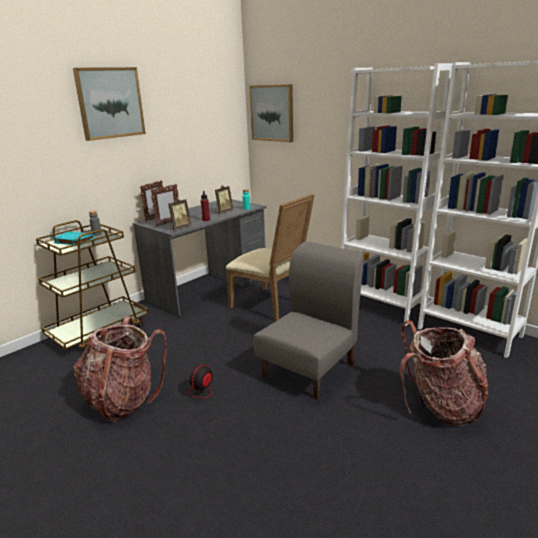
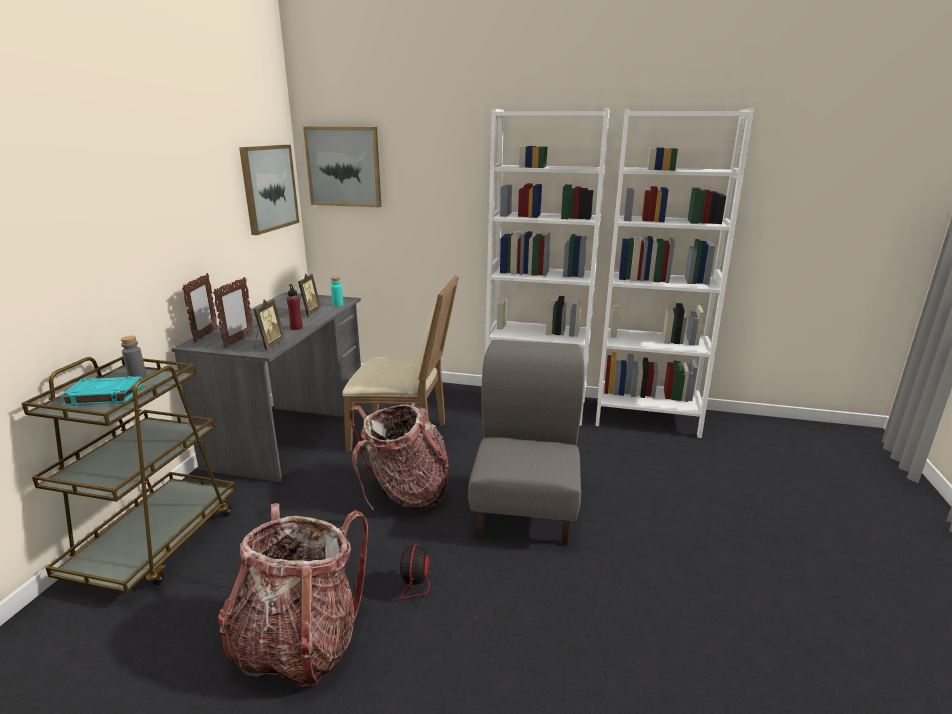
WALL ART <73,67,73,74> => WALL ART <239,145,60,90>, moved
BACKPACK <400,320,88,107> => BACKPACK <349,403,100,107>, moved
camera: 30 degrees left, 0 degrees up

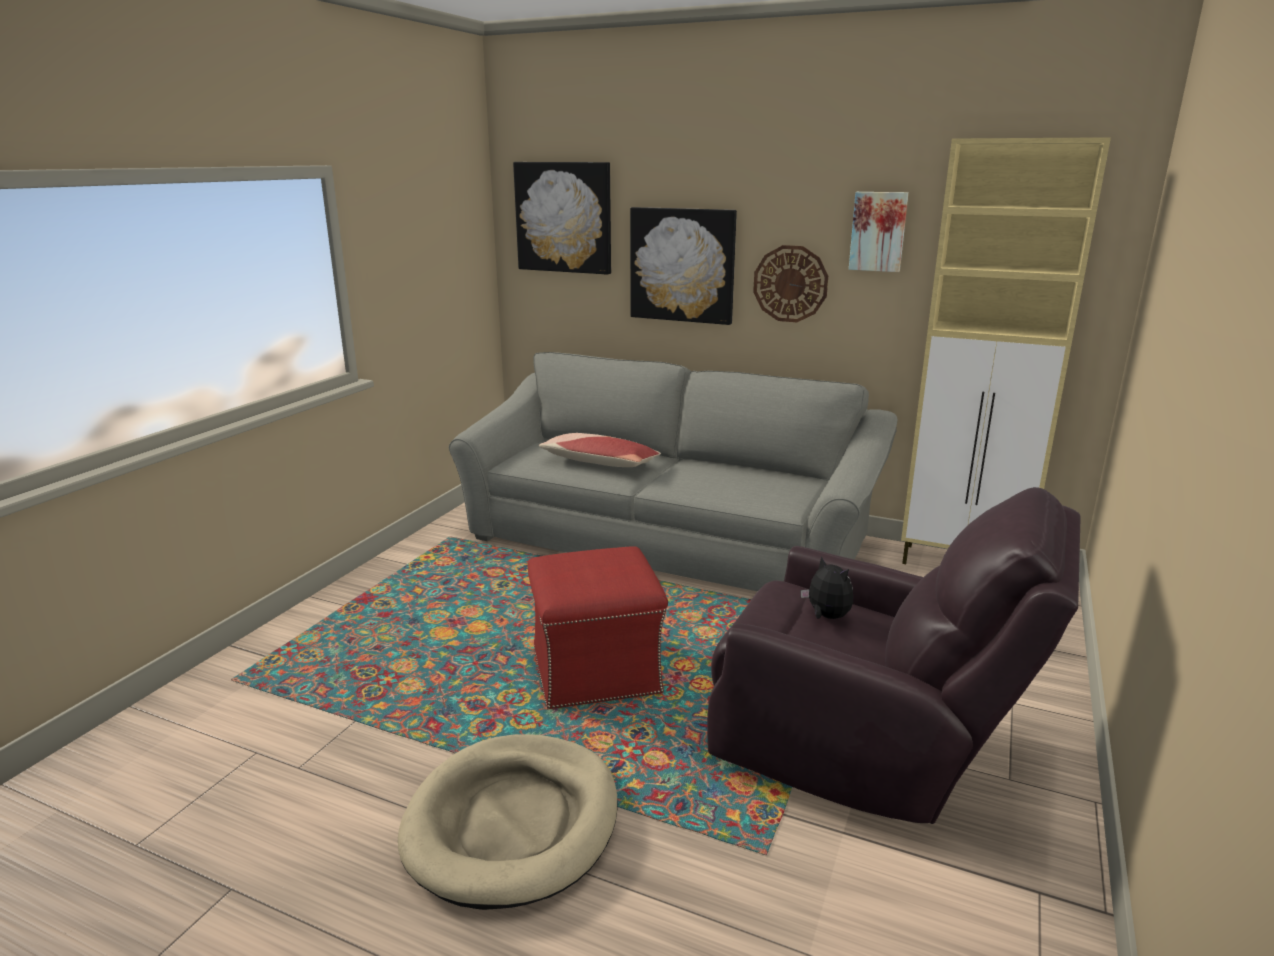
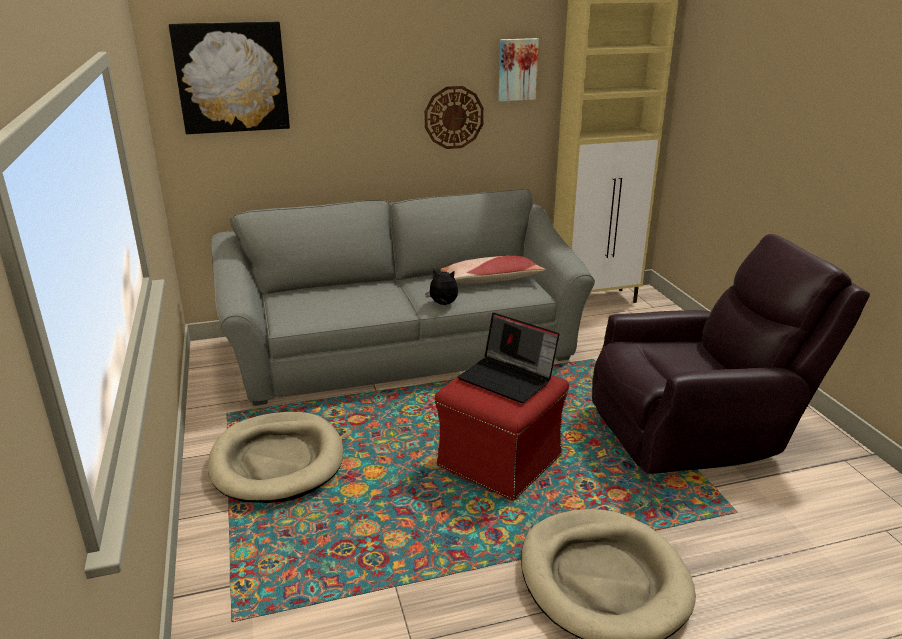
THROW PILLOW <539,433,122,34> => THROW PILLOW <440,256,105,27>, moved
WALL ART <630,207,107,118> => nothing
SOFT TOY <801,556,52,63> => SOFT TOY <425,269,33,36>, moved
nothing => SAND-COLOURED DOG BED <208,412,135,91>
nothing => NOTEBOOK COMPUTER <458,313,101,90>
camera: 40 degrees left, 5 degrees up

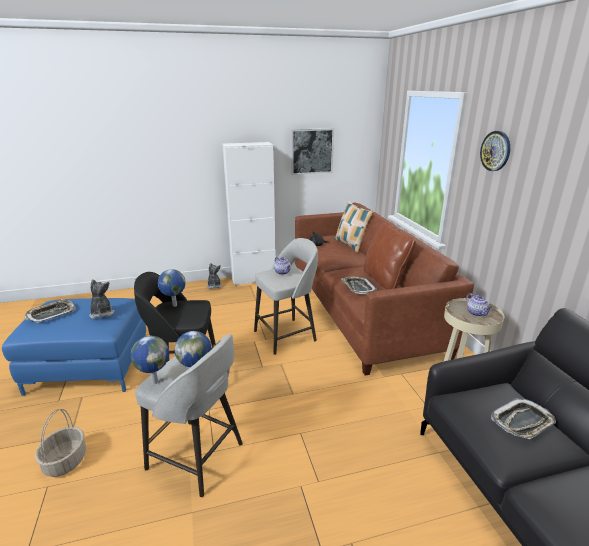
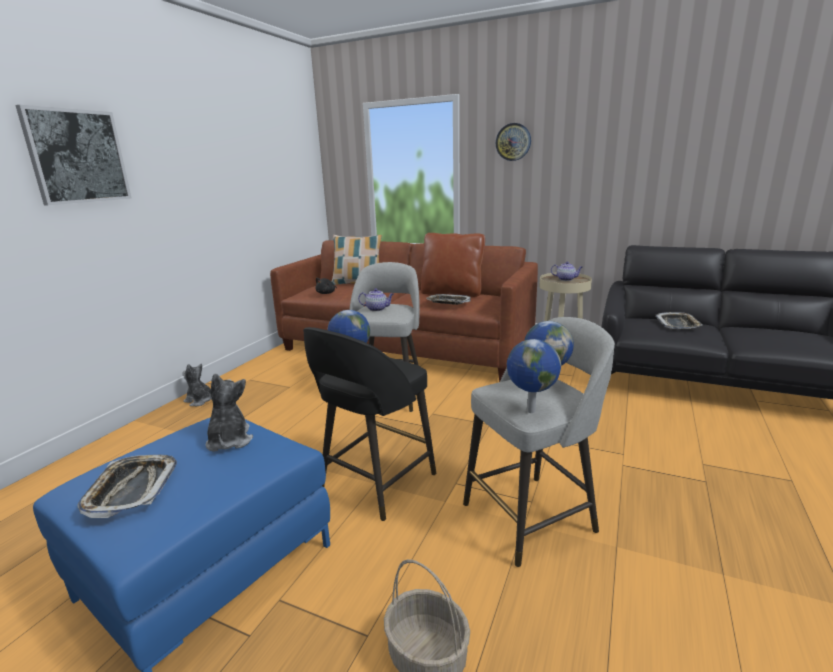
SOFT TOY <89,279,26,40> => SOFT TOY <206,373,47,79>, 60 degrees clockwise
WHITE STORAGE CABINET <222,142,54,144> => nothing
WALL ART <291,128,43,47> => WALL ART <15,105,117,100>, moved
camera: 50 degrees left, 5 degrees down

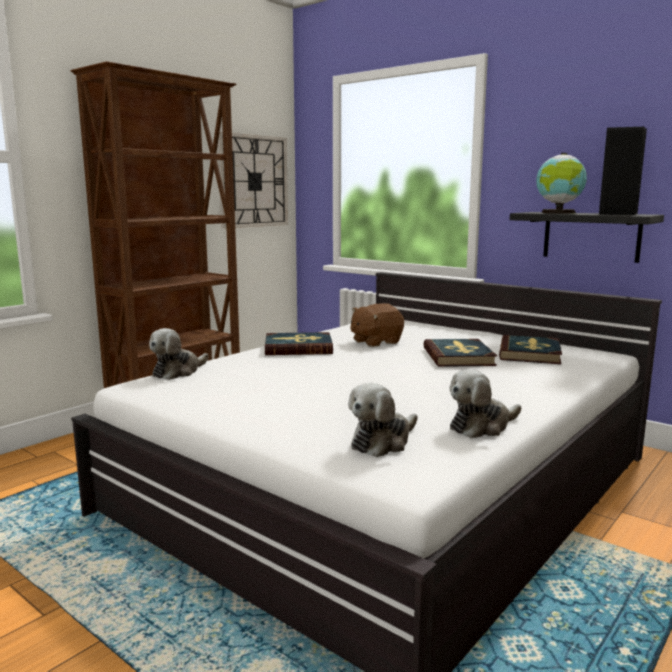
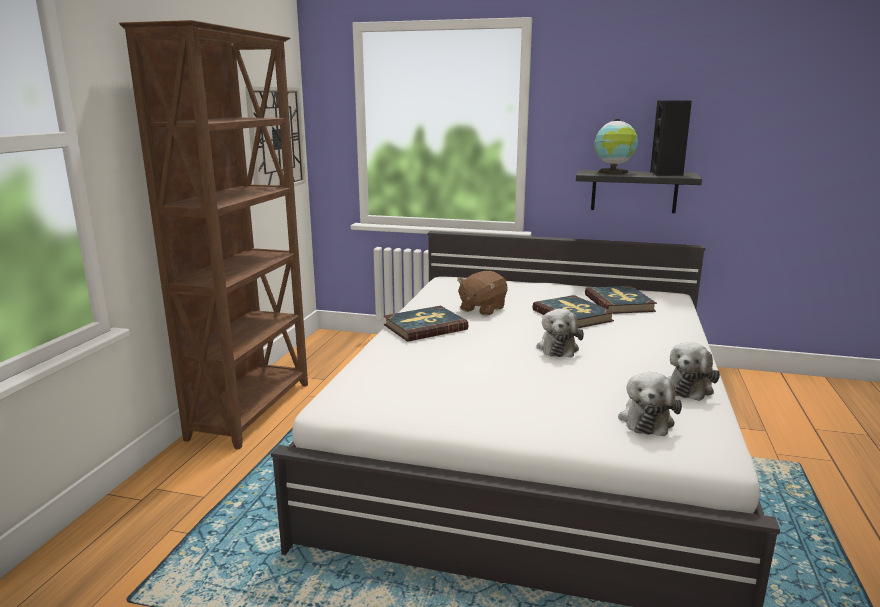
SOFT TOY <149,328,60,52> => SOFT TOY <536,309,48,48>, moved
camera: 25 degrees left, 5 degrees up

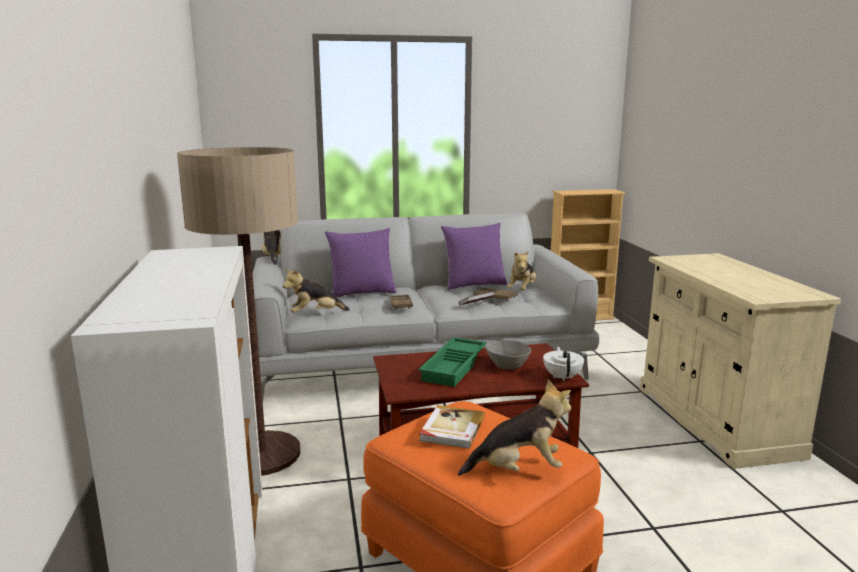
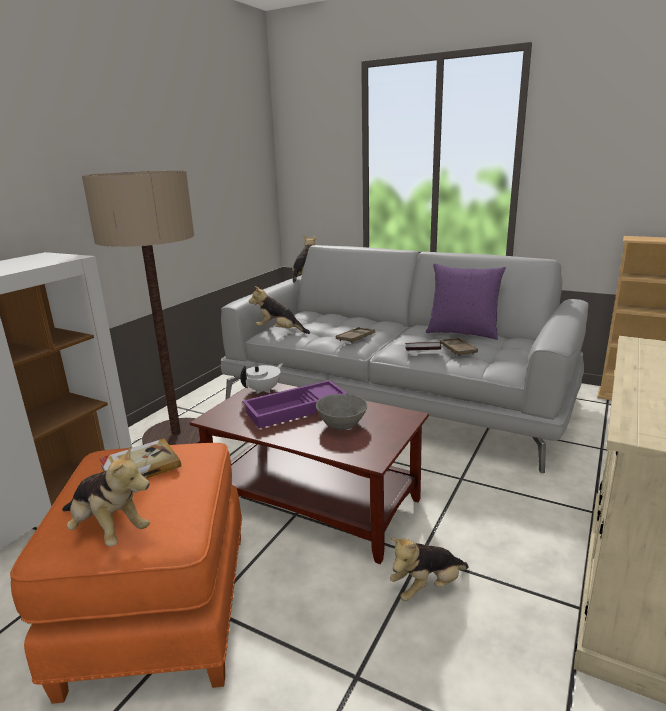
PURPLE THROW PILLOW <325,228,72,69> => nothing
GREENISH CARRYING TRAY <418,337,69,50> => PURPLE CARRYING TRAY <243,380,105,48>
SOFT TOY <507,250,29,40> => SOFT TOY <390,538,79,63>, moved
WHITE TEA POT <543,347,41,35> => WHITE TEA POT <240,363,43,31>, moved
camera: 40 degrees right, 5 degrees up

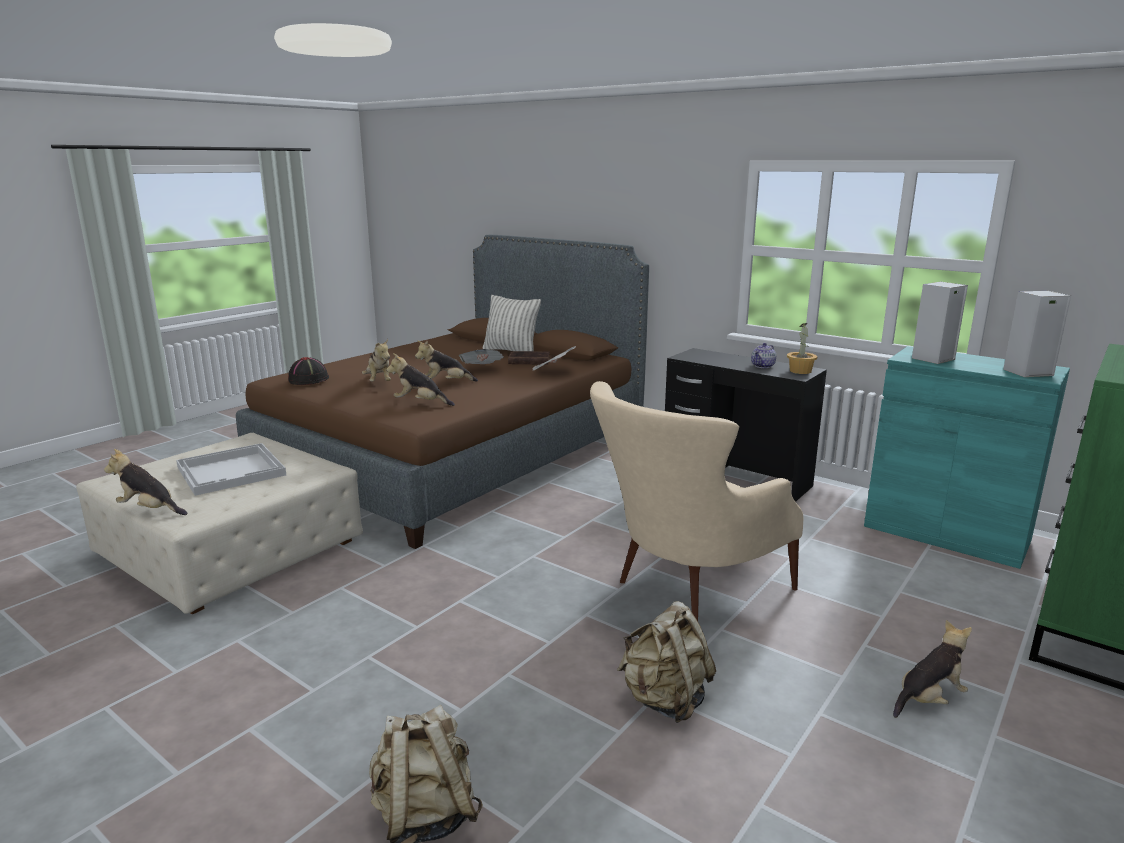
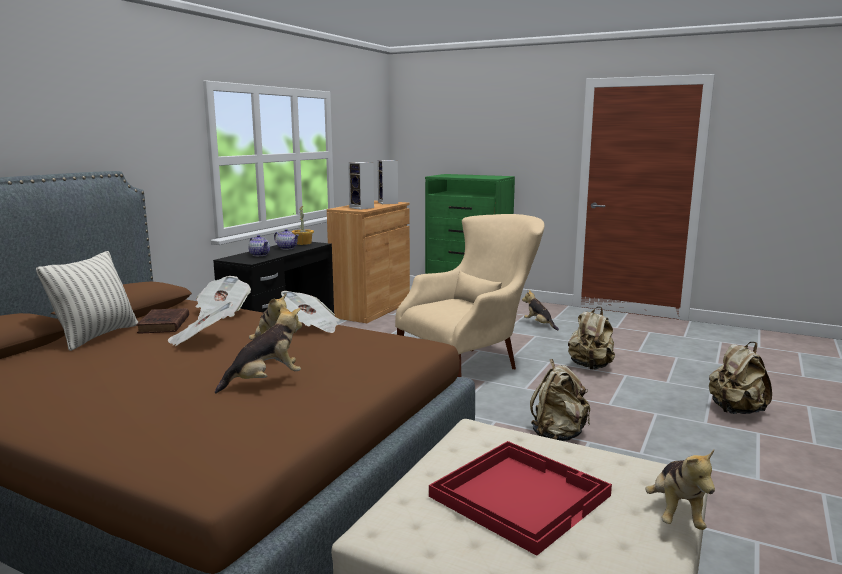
WHITE CARRYING TRAY <176,443,110,53> => REDDISH CARRYING TRAY <429,441,183,115>
BLACK WEARABLE HAT <288,357,41,28> => nothing
SOFT TOY <386,353,69,53> => nothing
SAND-COLOURED EASY CHAIR <590,381,213,240> => SAND-COLOURED EASY CHAIR <395,214,150,163>, 75 degrees counterclockwise
TURQUOISE STORAGE CABINET <864,346,206,223> => BROWN-COLOURED STORAGE CABINET <327,201,83,122>
nothing => TEA POT <248,235,22,21>
nothing => NEWSPAPER <281,291,59,42>
nothing => SAND-COLOURED BACKPACK <530,359,60,82>
camera: 100 degrees left, 5 degrees down

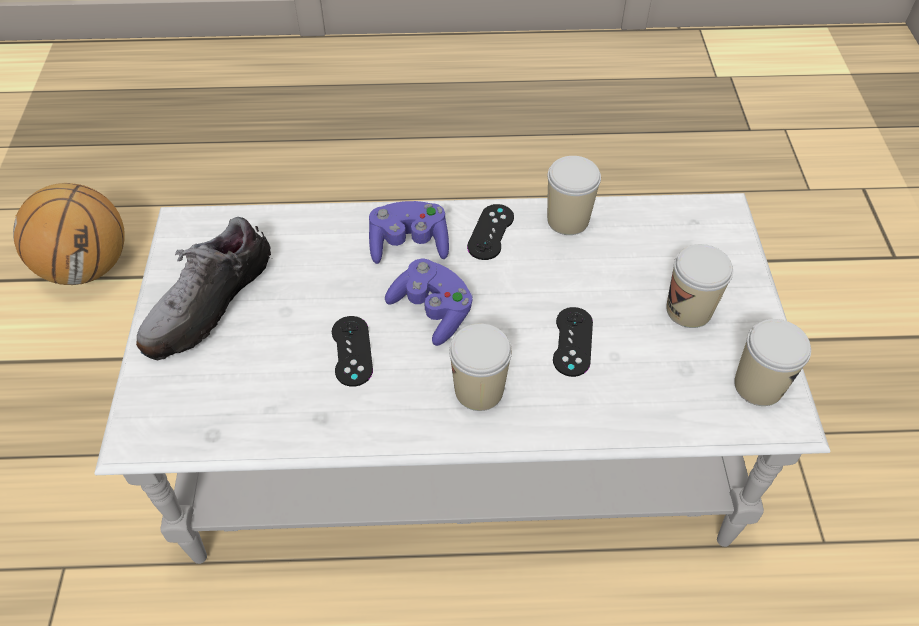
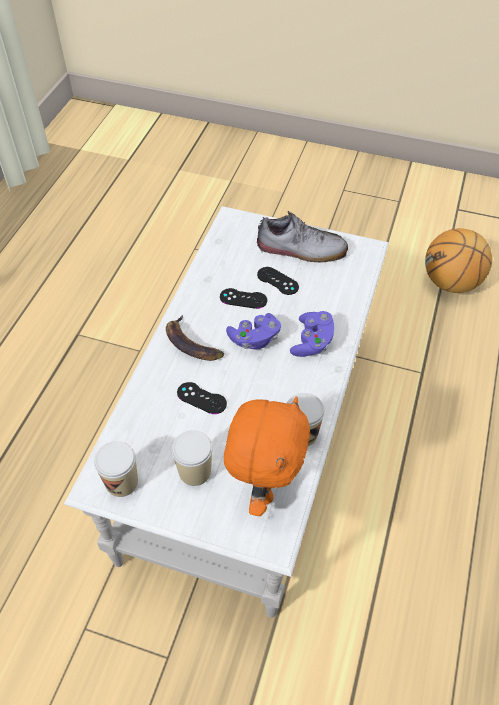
SHOE <136,217,137,143> => SHOE <257,210,91,52>, 135 degrees clockwise
CUP <449,323,63,88> => BANANA <166,315,58,46>
BLACK GAMEPAD <467,204,47,56> => BLACK GAMEPAD <257,267,42,28>, moved
nothing => ORANGE-COLOURED SOFT TOY <224,396,86,120>
camera: 110 degrees right, 0 degrees up

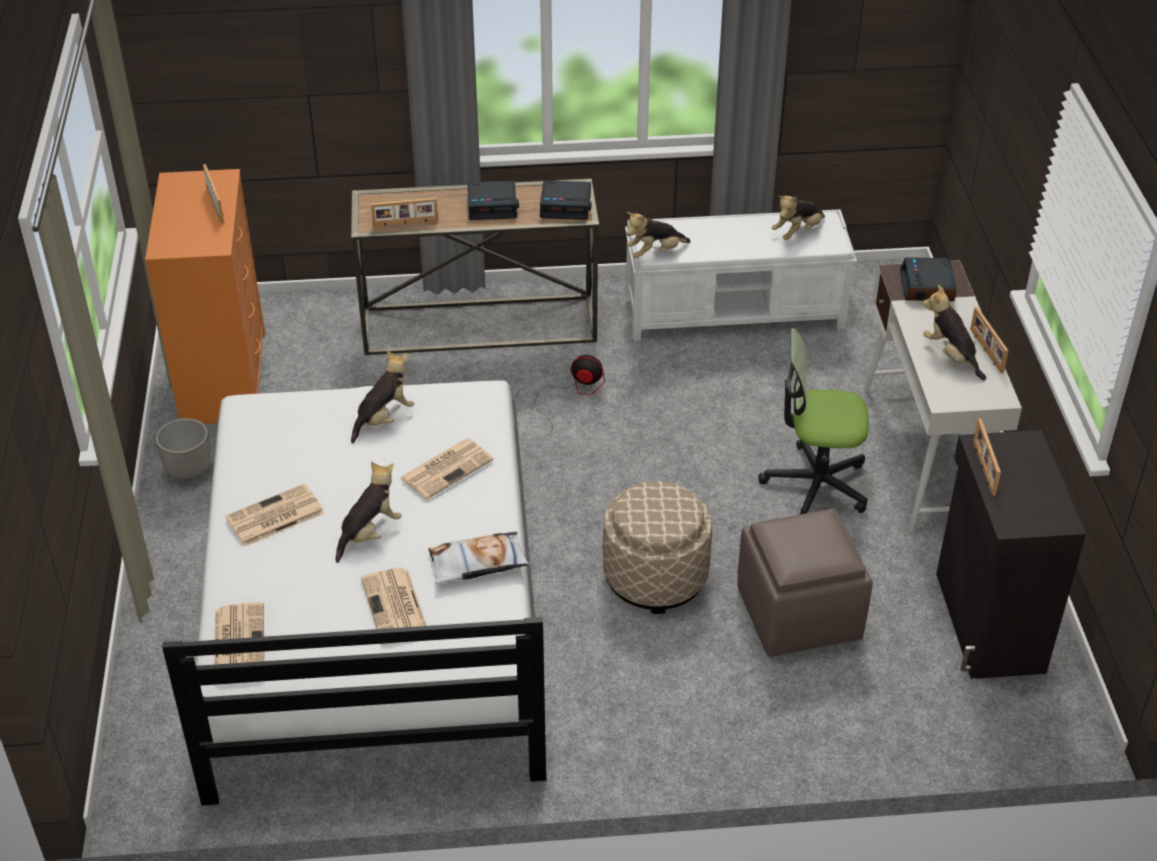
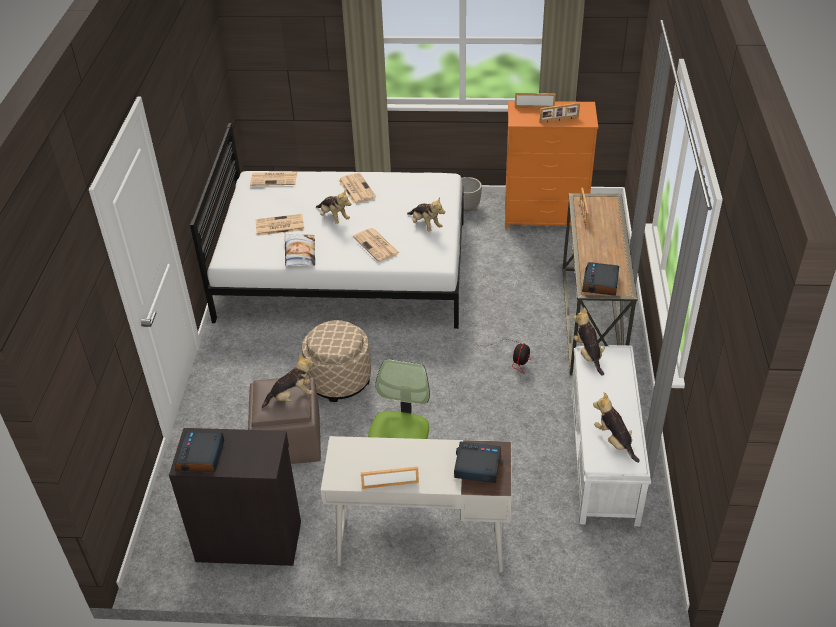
TABLE CLOCK <467,180,52,40> => TABLE CLOCK <175,431,49,42>, moved
SOFT TOY <923,285,63,95> => SOFT TOY <262,354,51,54>, moved
STANDING FRAME <973,419,28,77> => STANDING FRAME <515,93,41,15>, moved
camera: 100 degrees right, 0 degrees up

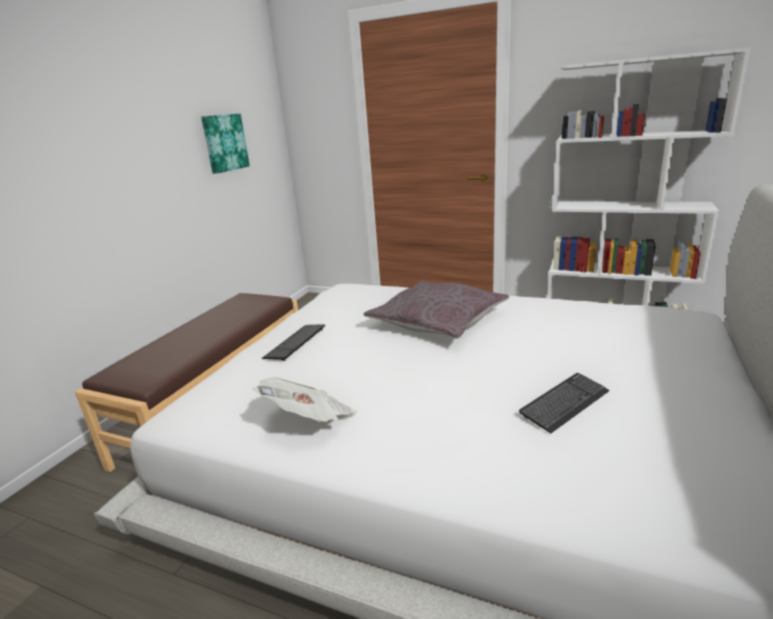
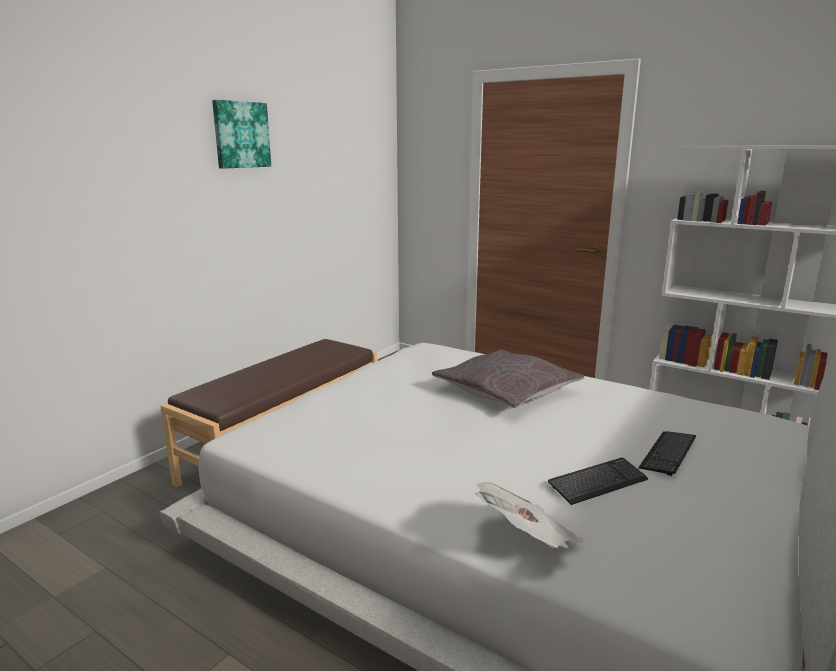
WALL ART <201,114,49,60> => WALL ART <212,100,59,69>, moved
NEWSPAPER <253,377,104,45> => NEWSPAPER <475,482,109,67>, moved
PC KEYBOARD <262,324,63,37> => PC KEYBOARD <638,431,58,45>, moved
camera: 10 degrees right, 5 degrees down

